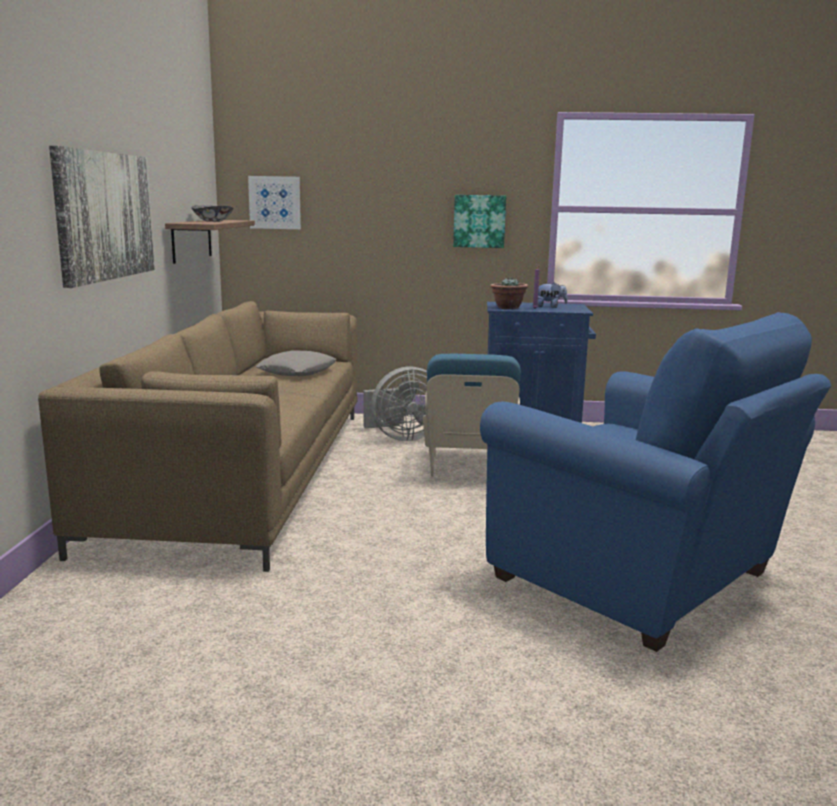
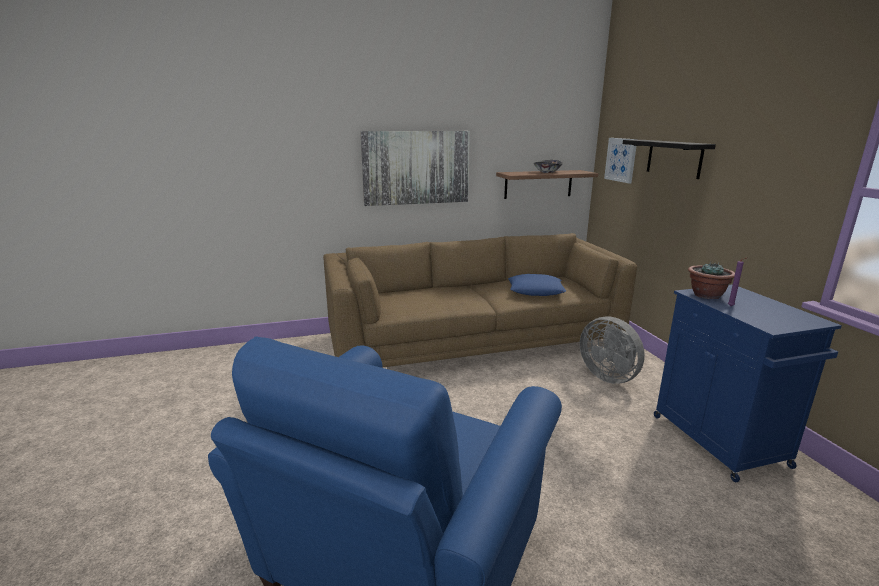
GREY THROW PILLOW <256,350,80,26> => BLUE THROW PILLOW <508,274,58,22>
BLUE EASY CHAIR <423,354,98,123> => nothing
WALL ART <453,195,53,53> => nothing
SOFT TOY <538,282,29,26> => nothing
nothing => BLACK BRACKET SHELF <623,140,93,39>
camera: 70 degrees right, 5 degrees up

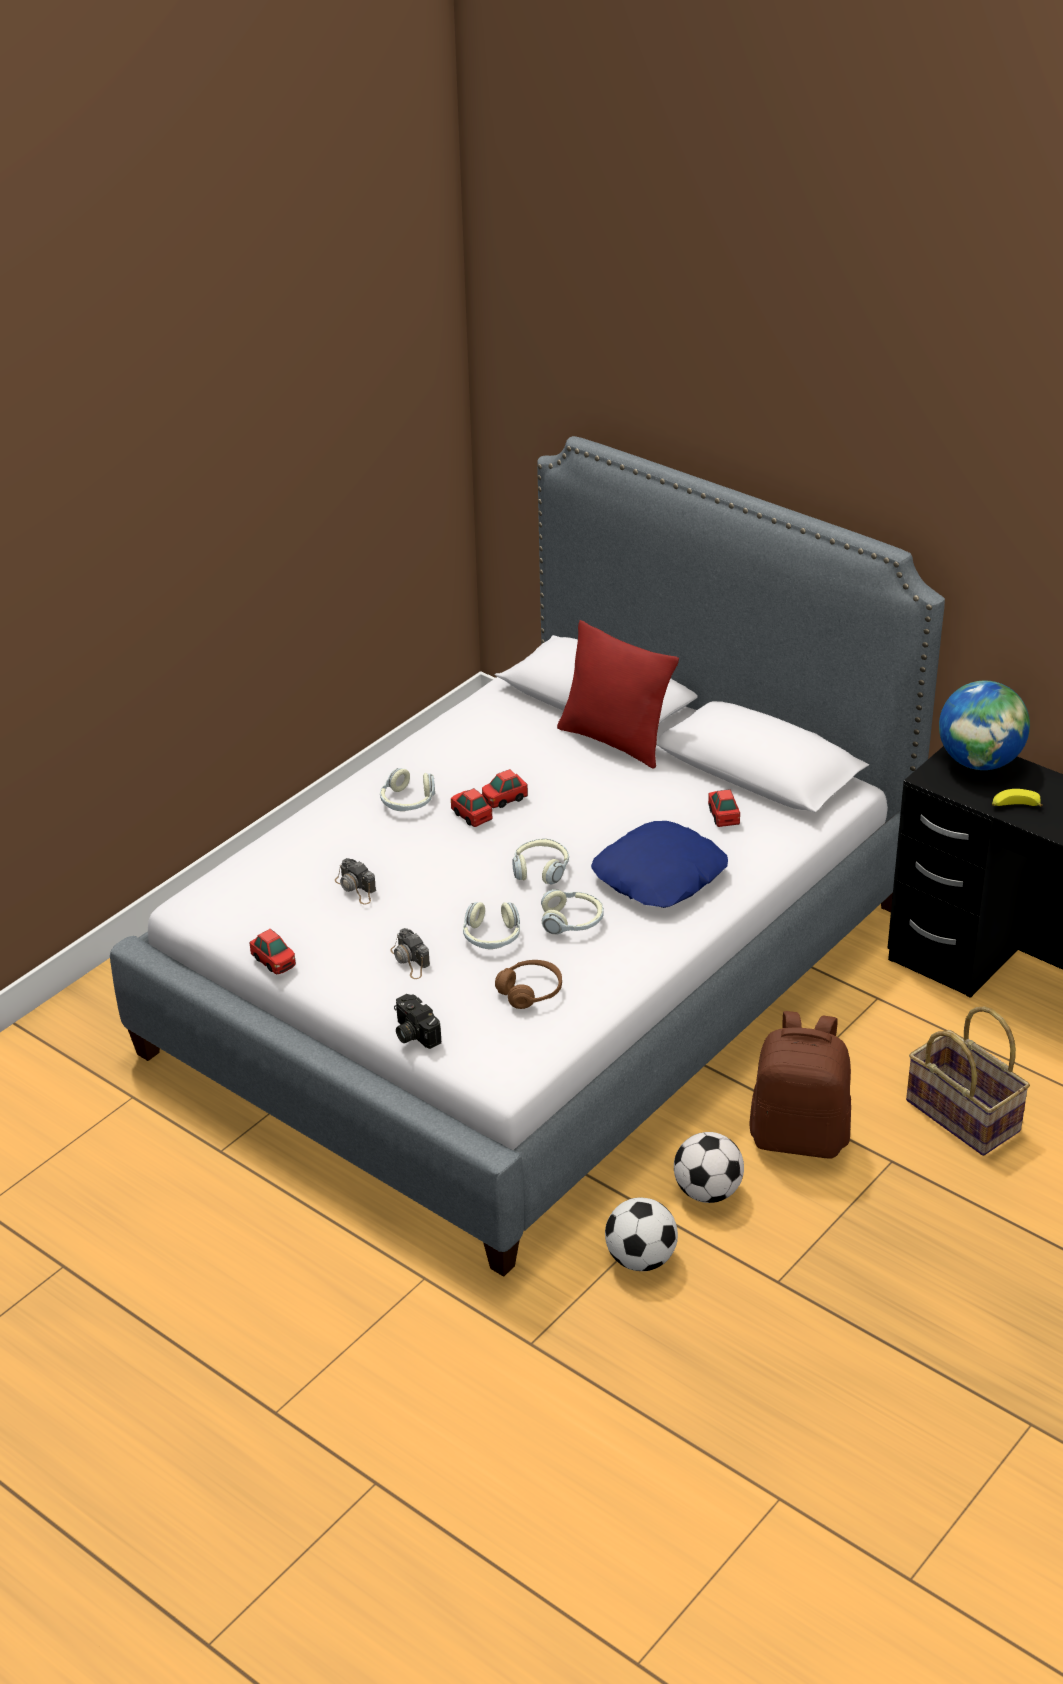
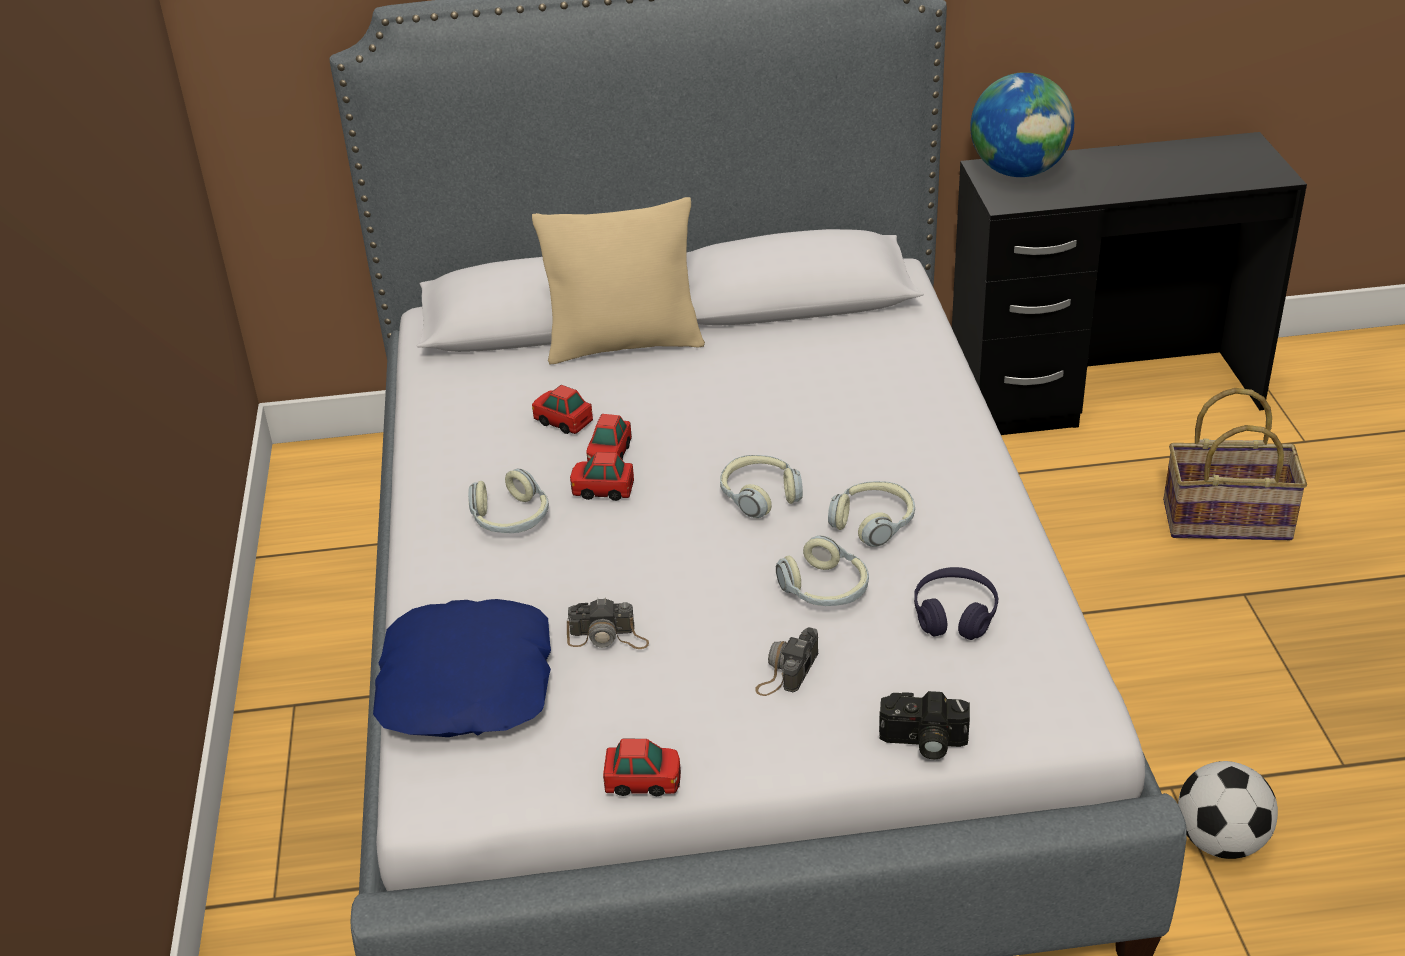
PHOTO CAMERA <390,928,40,51> => PHOTO CAMERA <755,627,63,69>, 105 degrees clockwise
BROWN-COLOURED HEADPHONES <495,960,67,49> => PURPLE HEADPHONES <914,567,84,73>
REDDISH THROW PILLOW <557,620,122,149> => SAND-COLOURED THROW PILLOW <532,197,173,168>
BLUE THROW PILLOW <591,821,137,87> => BLUE THROW PILLOW <373,599,178,138>, moved
FOOTBALL <674,1132,70,71> => nothing
MODEL CAR <708,789,32,38> => MODEL CAR <532,385,61,49>, moved
BROWN-COLOURED BACKPACK <750,1011,101,148> => nothing
BANANA <992,789,51,17> => nothing
camera: 45 degrees left, 0 degrees up

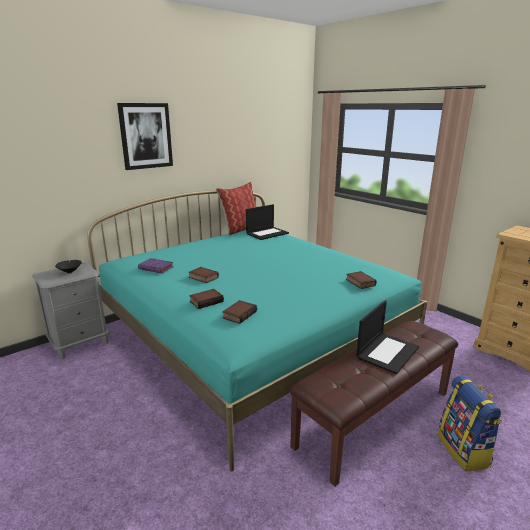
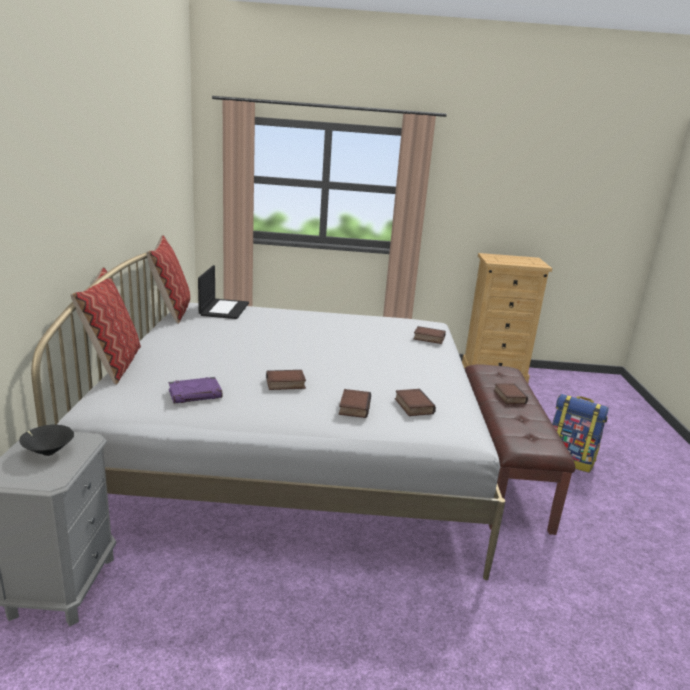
TURQUOISE SLEEPING BED <87,190,340,281> => WHITE SLEEPING BED <31,253,474,327>
WALL ART <117,103,56,67> => nothing
NOTEBOOK COMPUTER <356,300,63,74> => VOLUME <494,384,34,20>
nothing => THROW PILLOW <70,267,71,118>
camera: 50 degrees left, 0 degrees up

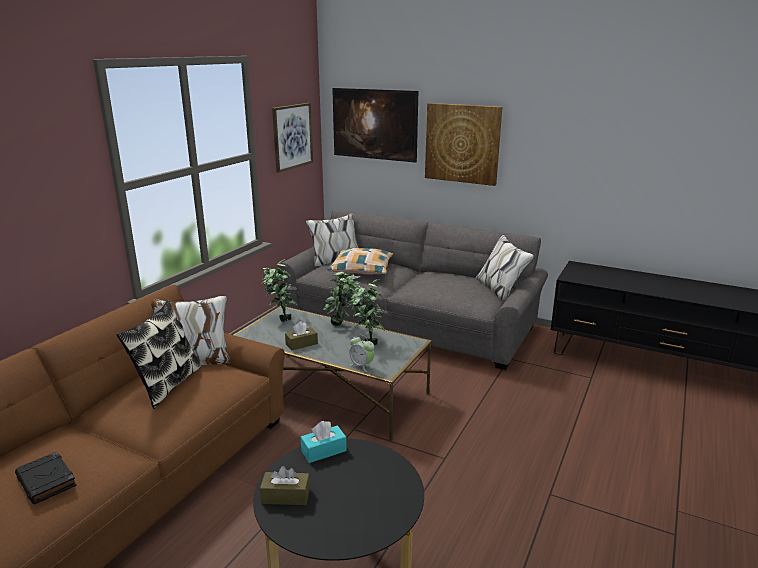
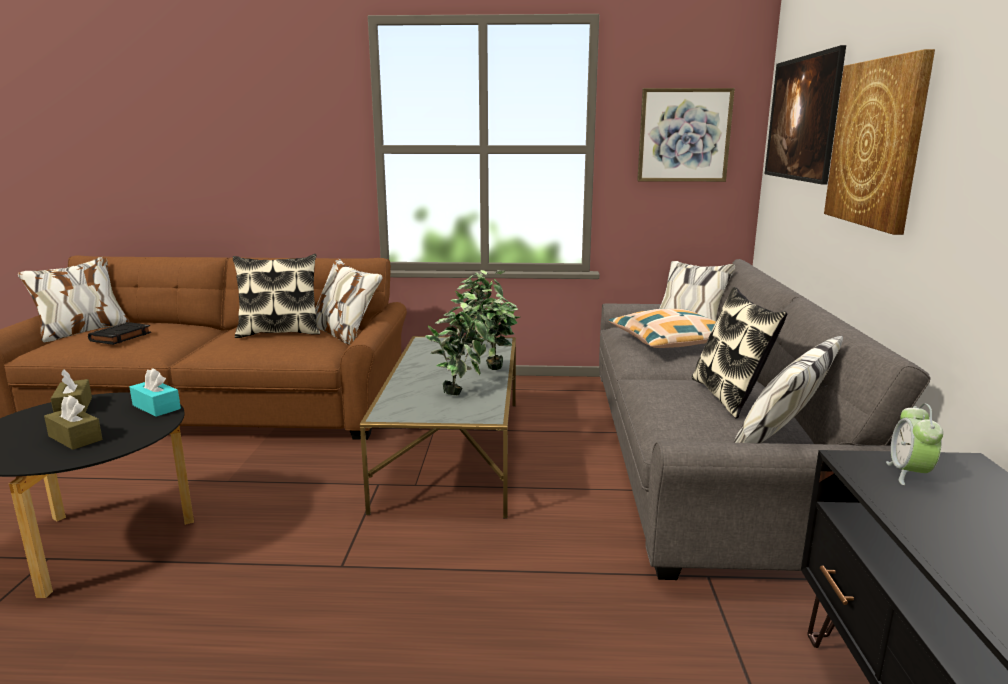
BROWN-COLOURED TISSUE BOX <285,321,33,30> => BROWN-COLOURED TISSUE BOX <44,395,58,55>, moved
TABLE CLOCK <350,335,24,37> => TABLE CLOCK <886,403,57,82>, moved
nothing => THROW PILLOW <692,287,95,132>
camera: 65 degrees right, 5 degrees down

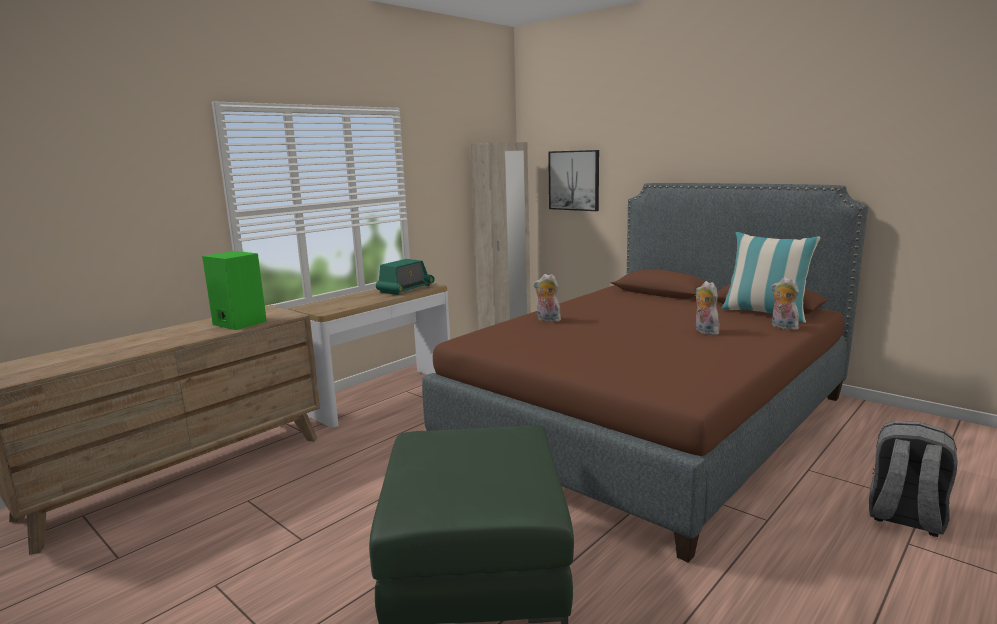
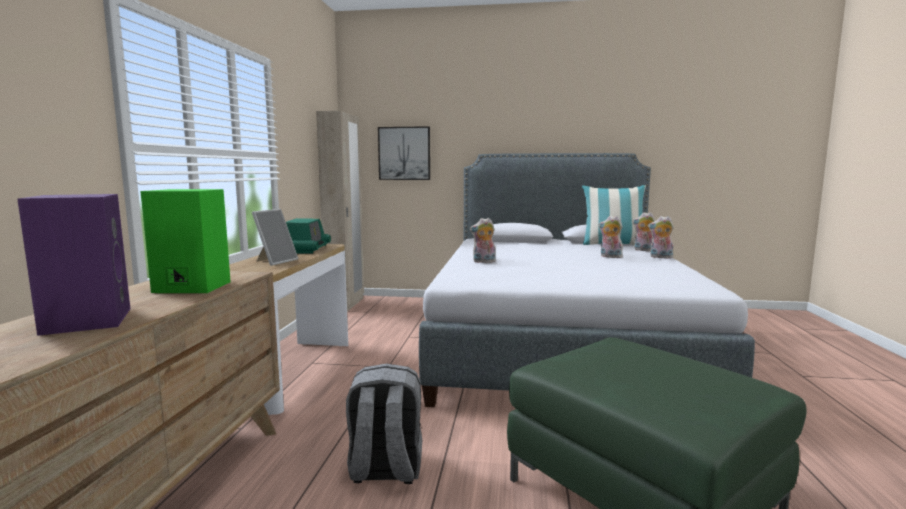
BROWN-COLOURED SLEEPING BED <422,183,446,380> => GREY SLEEPING BED <419,153,336,254>
GREY BACKPACK <869,421,89,116> => GREY BACKPACK <346,363,76,121>, moved
nothing => PURPLE LOUDSPEAKER <17,194,113,142>
nothing => STANDING FRAME <252,209,46,57>
nothing => SOFT TOY <648,216,26,43>
camera: 35 degrees left, 5 degrees down

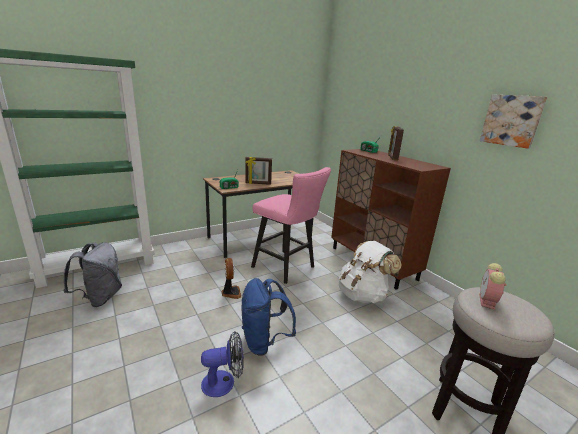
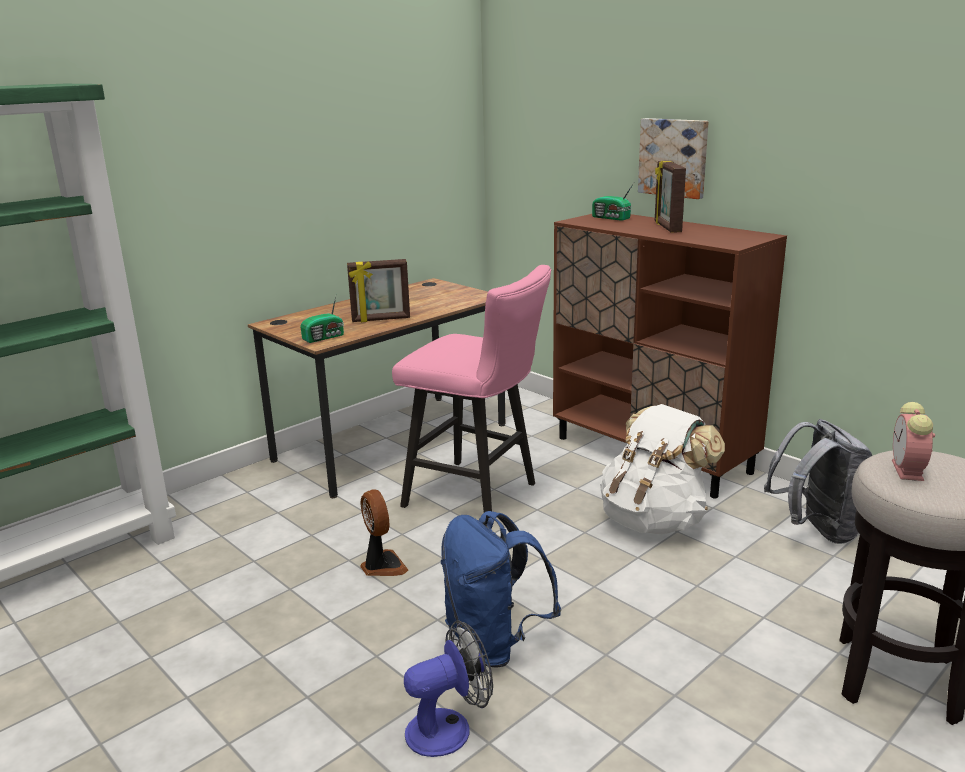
GREY BACKPACK <63,242,59,65> => GREY BACKPACK <764,419,108,125>, moved
WALL ART <480,95,67,54> => WALL ART <638,118,71,81>, moved
camera: 10 degrees left, 0 degrees up

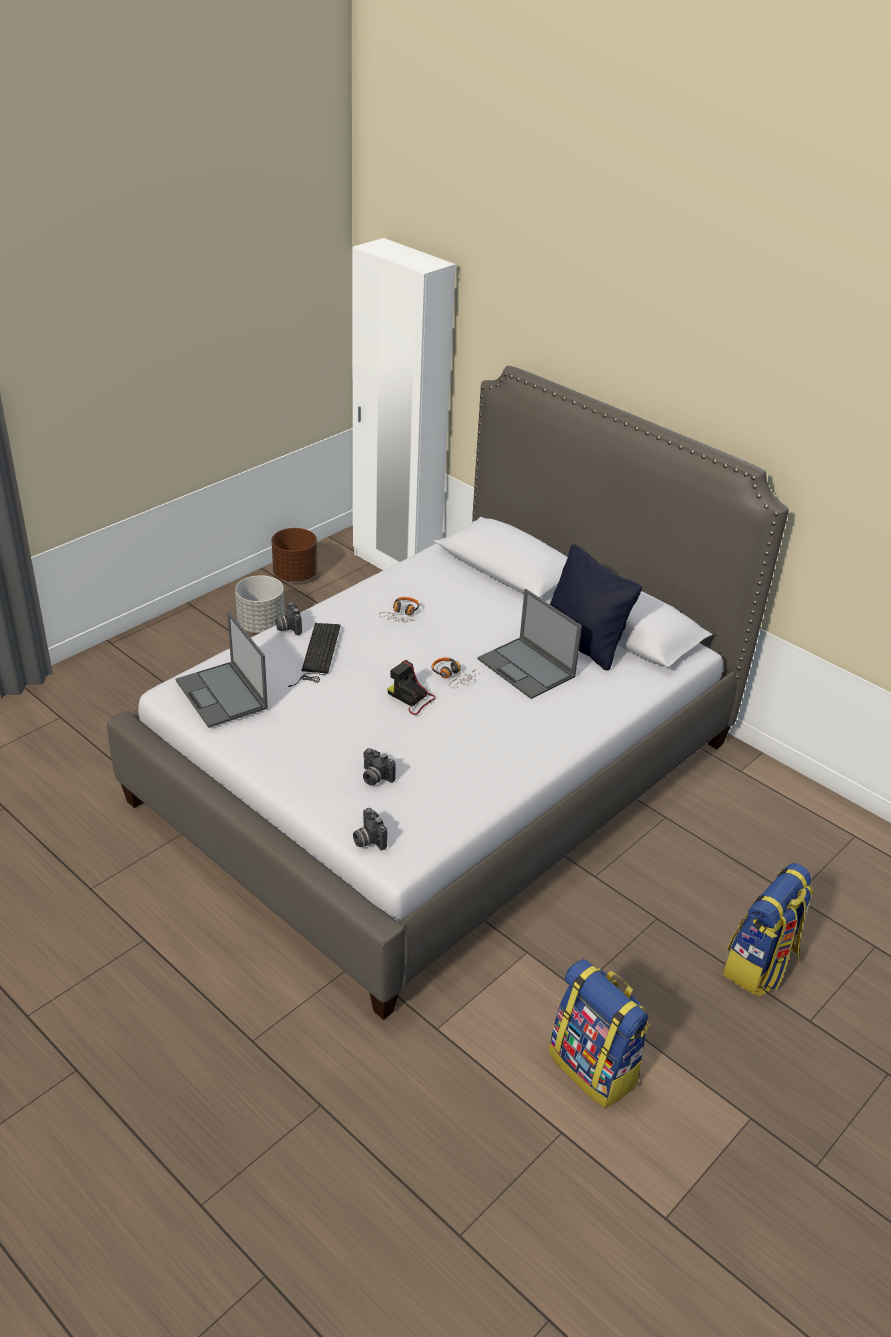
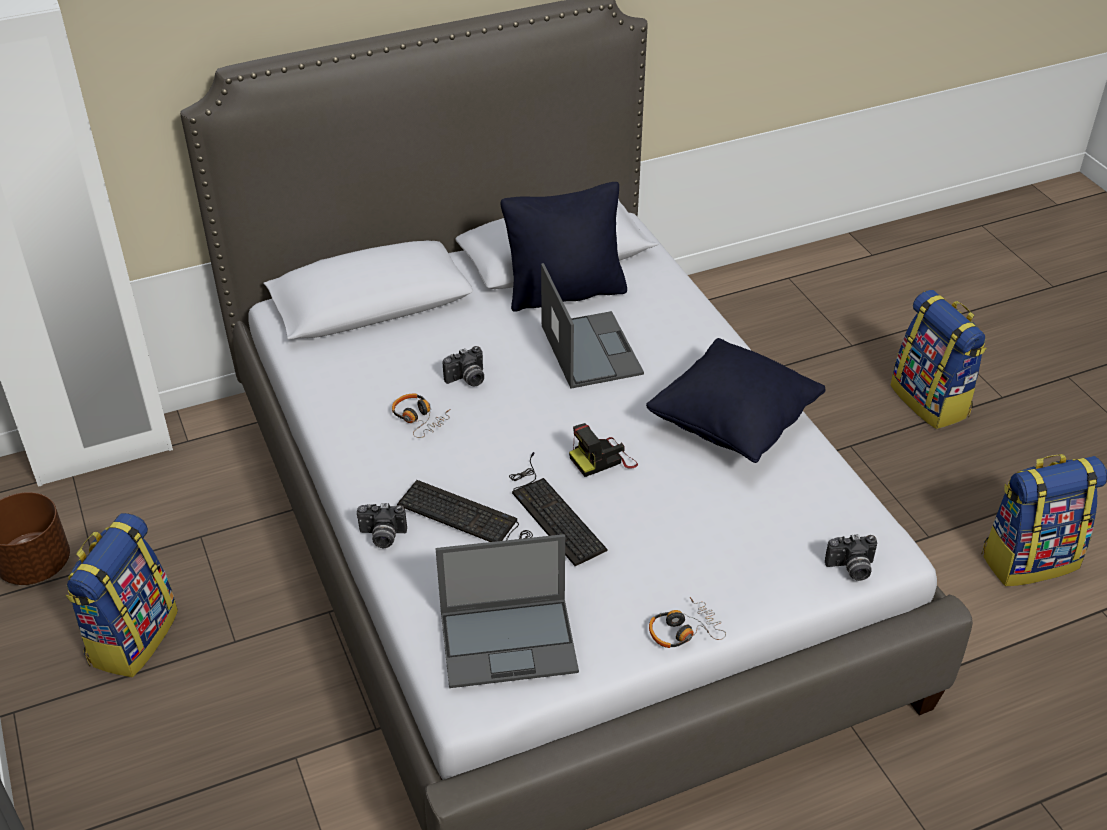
GREY PLANTER <235,575,50,58> => BACKPACK <66,513,112,164>
PHOTO CAMERA <363,748,33,37> => PHOTO CAMERA <443,346,41,40>, moved
HEADPHONES <432,657,44,31> => HEADPHONES <649,597,77,51>, moved
NOTEBOOK COMPUTER <477,589,105,110> => NOTEBOOK COMPUTER <541,263,103,125>, 90 degrees counterclockwise
nothing => PC KEYBOARD <509,452,99,114>
nothing => BLACK THROW PILLOW <646,338,180,125>
camera: 65 degrees left, 5 degrees up

